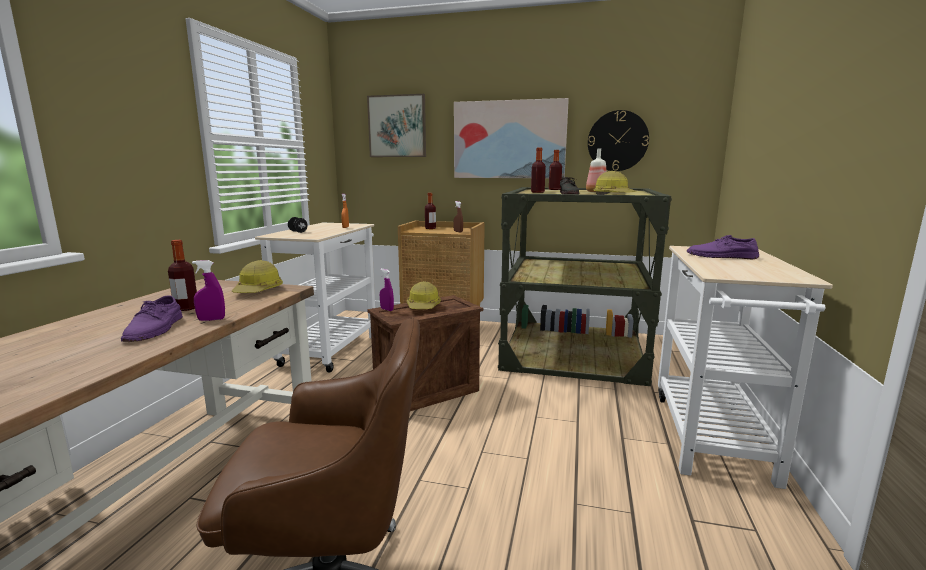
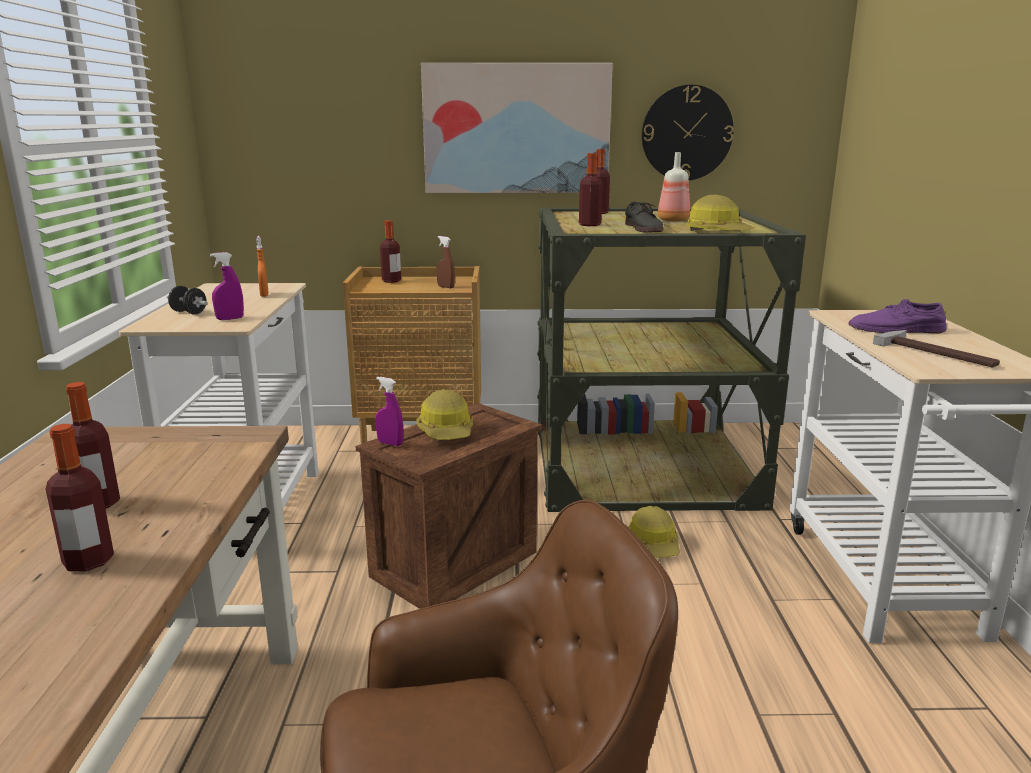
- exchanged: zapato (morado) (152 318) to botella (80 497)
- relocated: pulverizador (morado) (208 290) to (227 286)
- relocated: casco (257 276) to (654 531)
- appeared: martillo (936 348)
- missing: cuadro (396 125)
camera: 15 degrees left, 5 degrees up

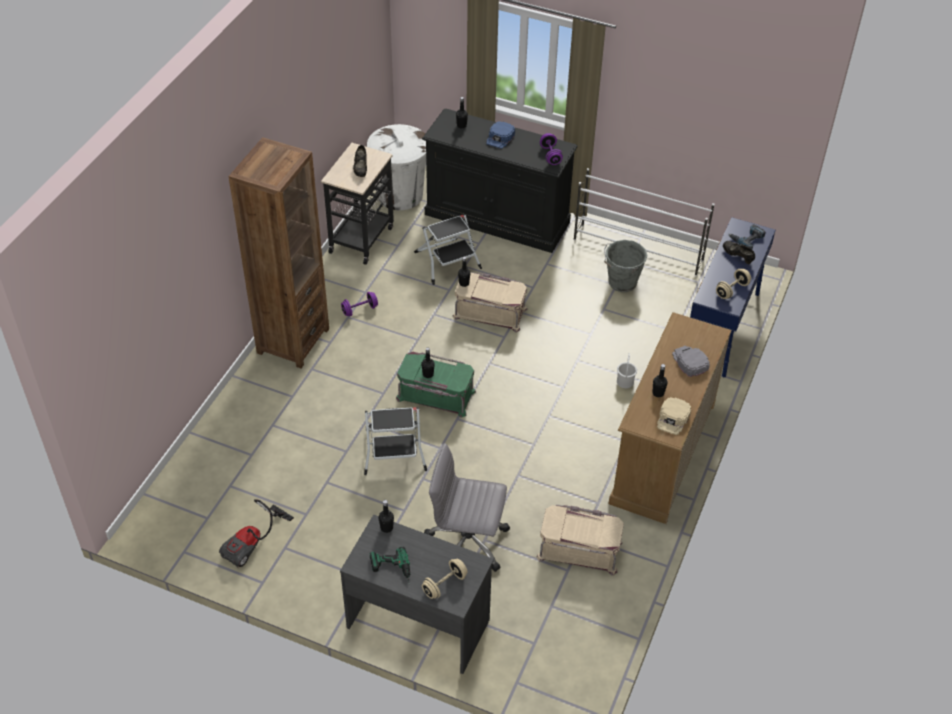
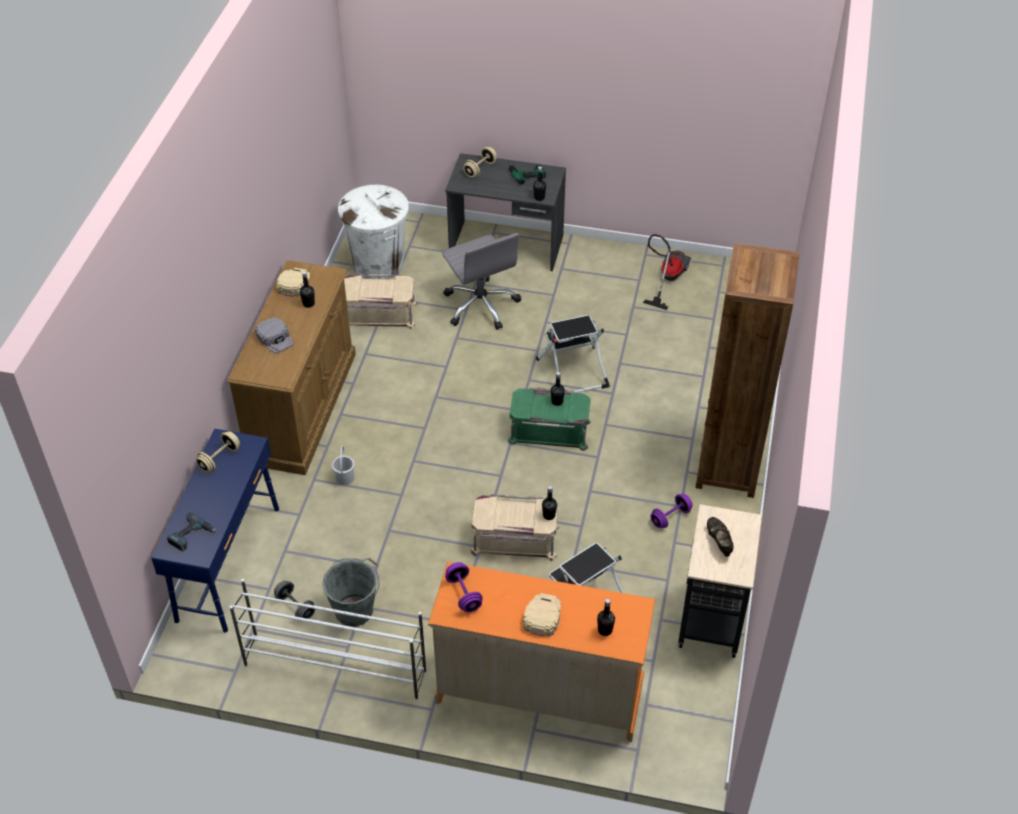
- appeared: mancuerna (gris) (294 600)
- relocated: papelera (blanco) (396 167) to (373 232)
- colour: armario (negro) (500 180) to armario (naranja) (541 652)
- spun: silla de oficina (gris) (467 507) = (481 281) 60 degrees clockwise
- colour: gorra (azul) (500 135) to gorra (beis) (542 614)
- missing: zapato (negro) (739 252)
camera: 170 degrees right, 0 degrees up

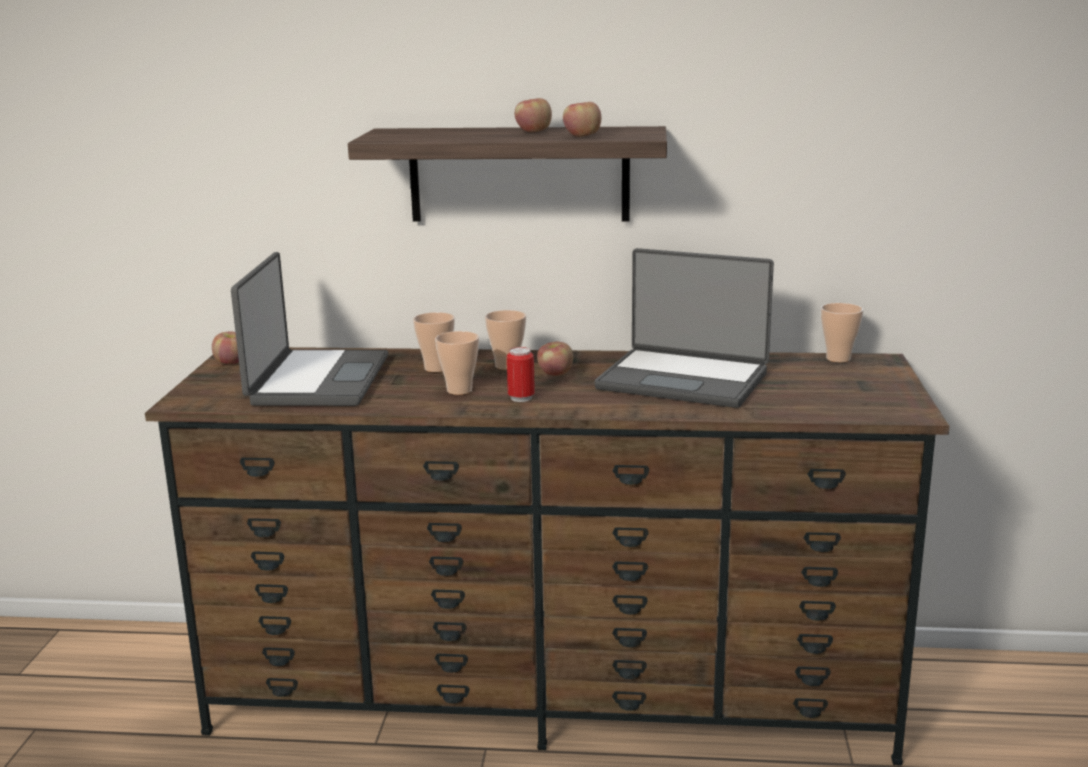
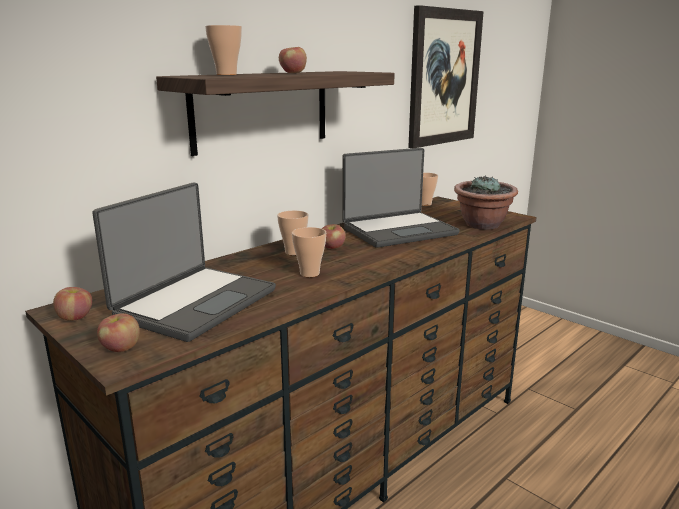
- spun: portátil (309 329) = (184 262) 75 degrees clockwise
- relocated: manzana (582 119) to (118 332)
- relocated: taza (434 342) to (223 50)
- appeared: cuadro (446 76)
- appeared: planta en maceta (486 203)
- missing: lata (521 374)
camera: 50 degrees left, 0 degrees up

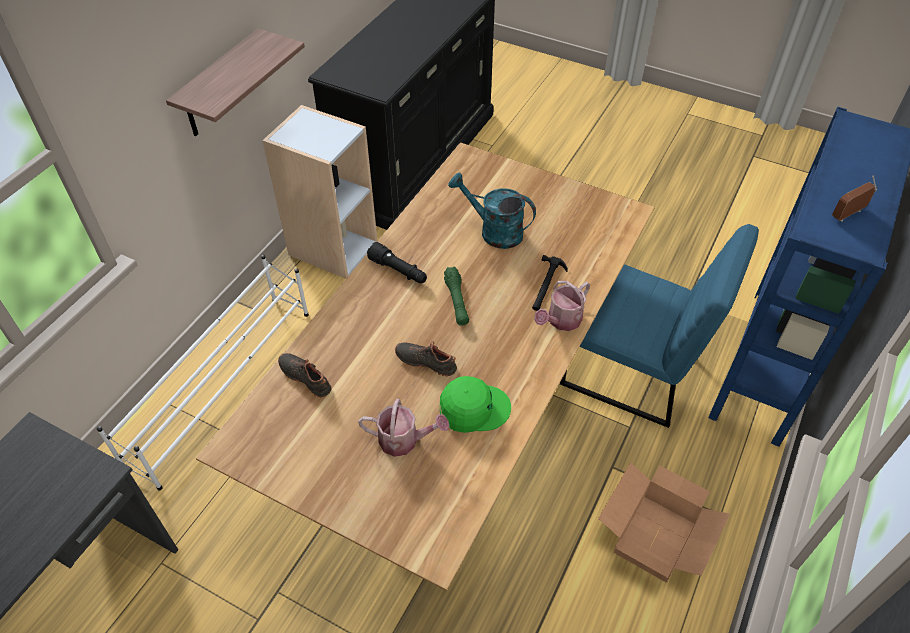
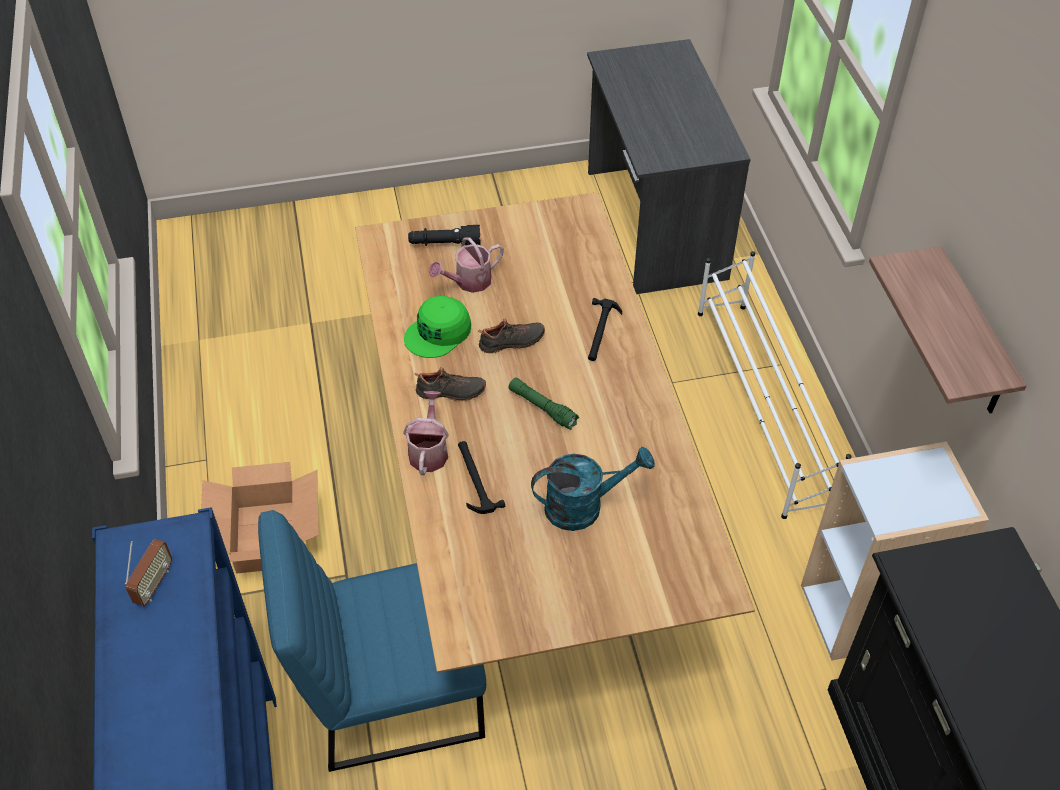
- relocated: linterna (negro) (397 262) to (444 235)
- relocated: zapato (negro) (305 375) to (450 384)
- appeared: martillo (605 329)
camera: 140 degrees right, 0 degrees up

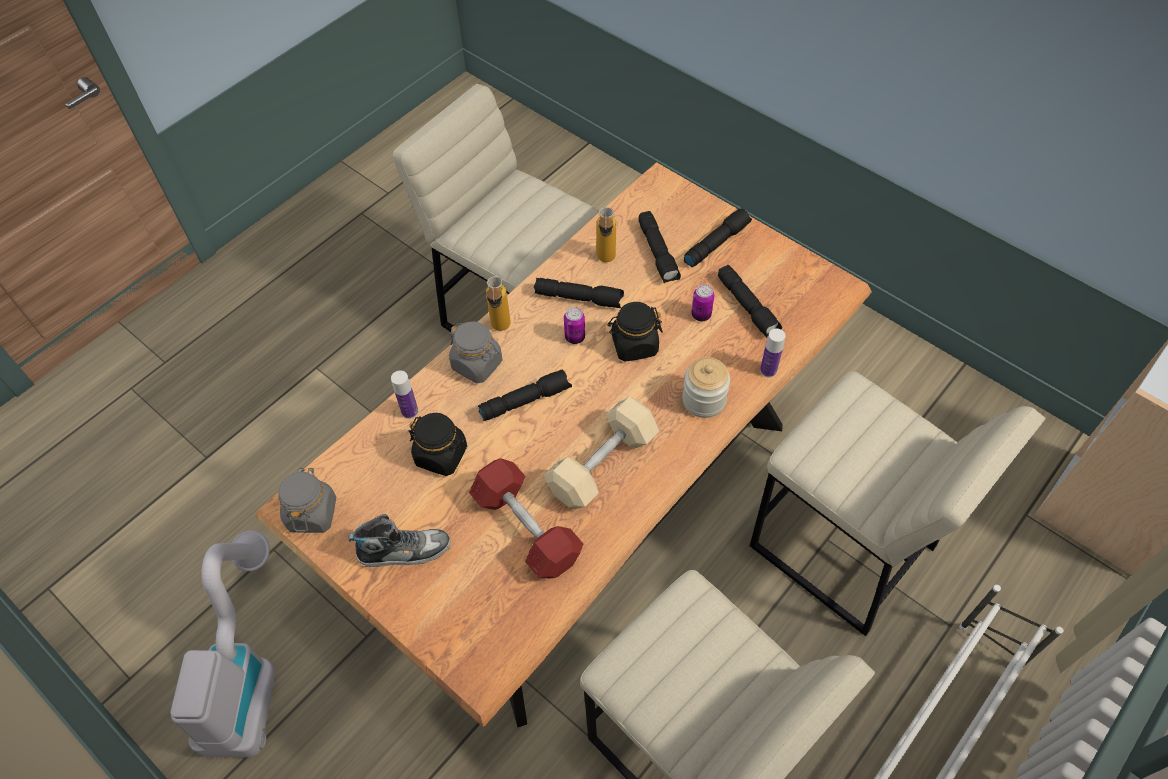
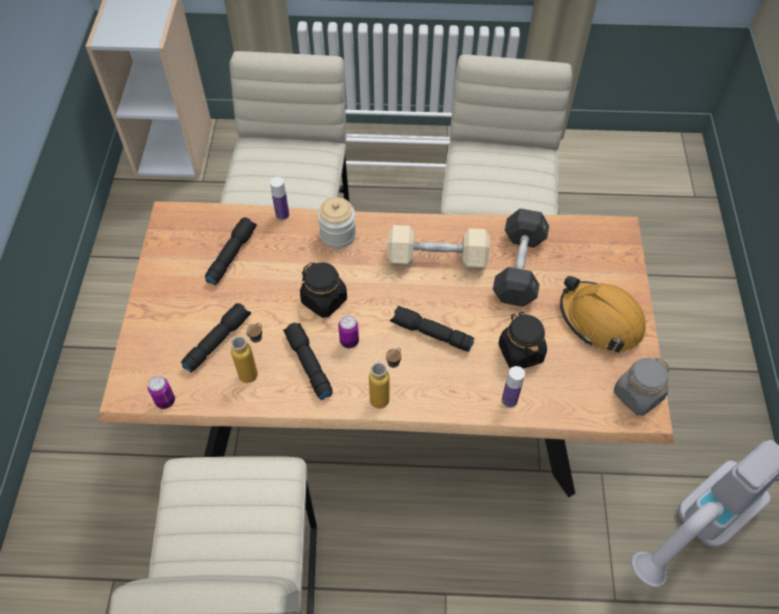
- relocated: lata (702 302) to (161 392)
- colour: mancuerna (rojo) (526 518) to mancuerna (gris) (521 257)
- exchanged: zapato (400 540) to casco (naranja) (603 314)
- missing: tarro (gris) (475 352)
- missing: linterna (negro) (718 238)
camera: 130 degrees left, 0 degrees up

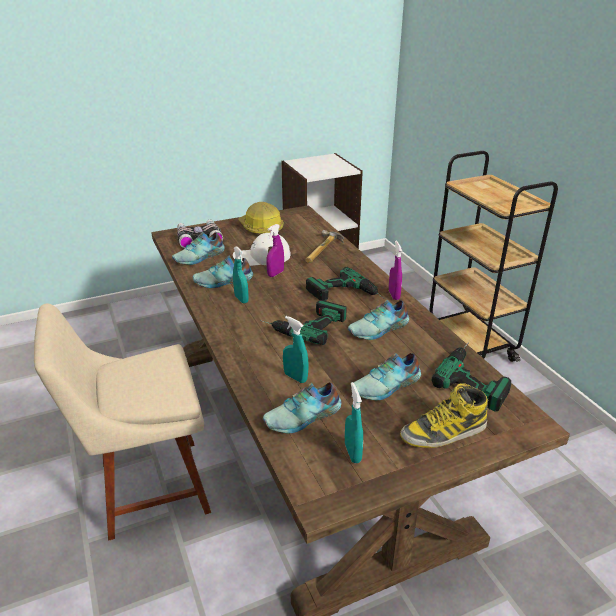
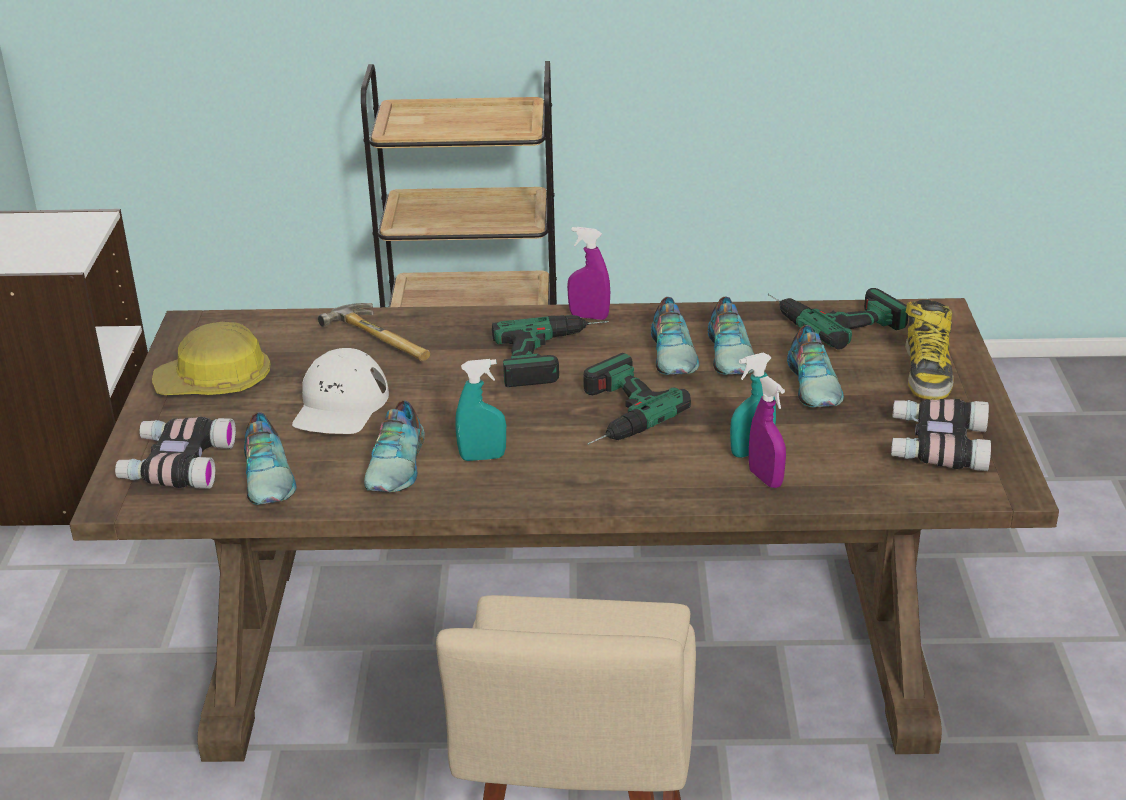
- relocated: zapato (302 408) to (731 336)
- relocated: pulverizador (morado) (275 250) to (767 432)
- exchanged: pulverizador (turquesa) (354 422) to prismáticos (941 435)
camera: 65 degrees left, 0 degrees up

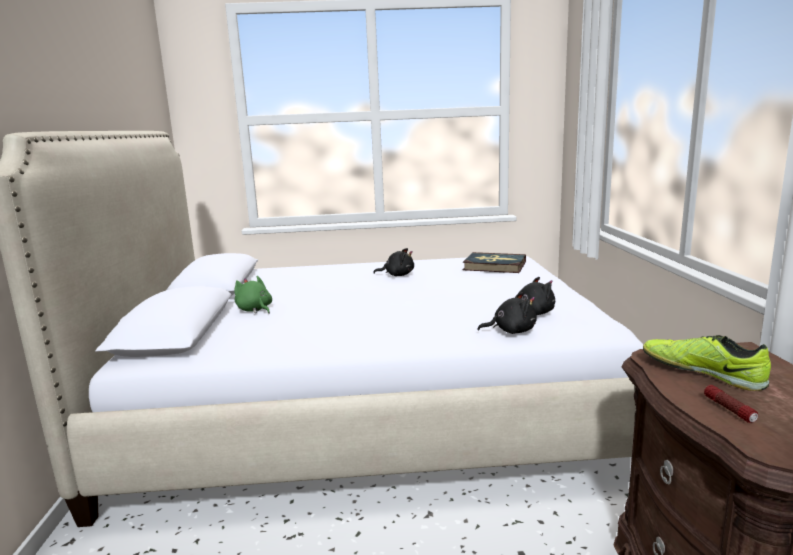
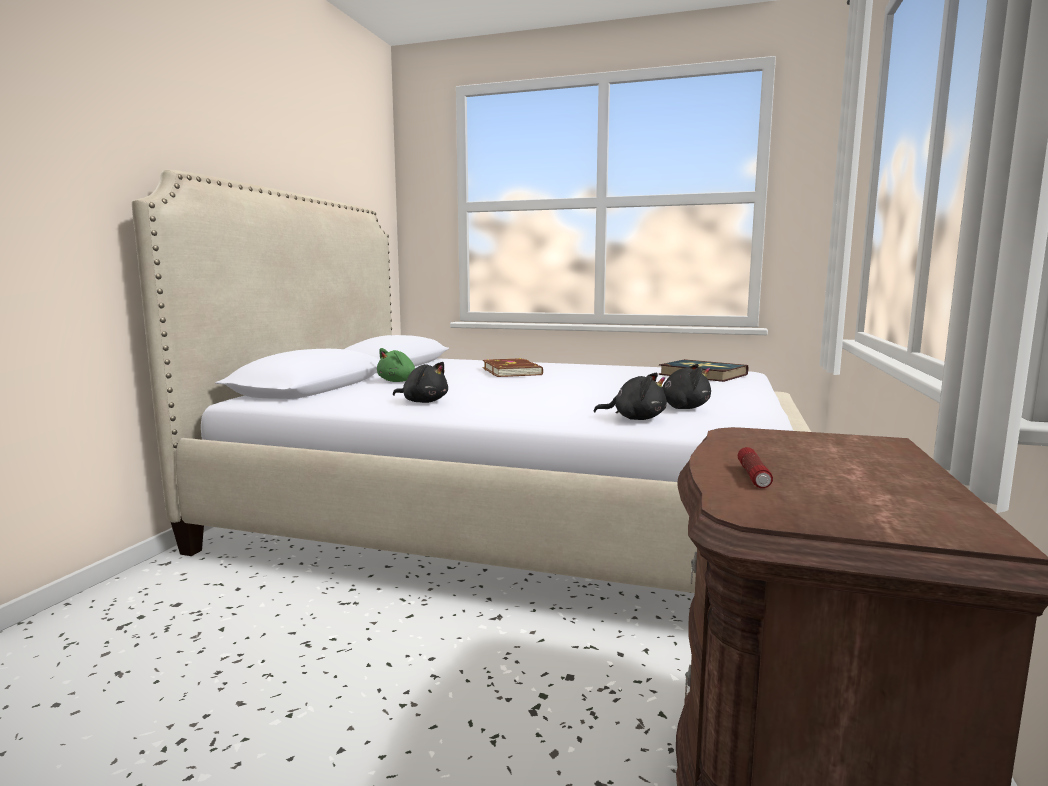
- spun: peluche (verde) (253 295) = (396 365) 120 degrees counterclockwise
- relocated: peluche (negro) (393 262) to (420 382)
- appeared: libro (marrón) (513 367)
- missing: zapato (707 363)
camera: 20 degrees right, 5 degrees down

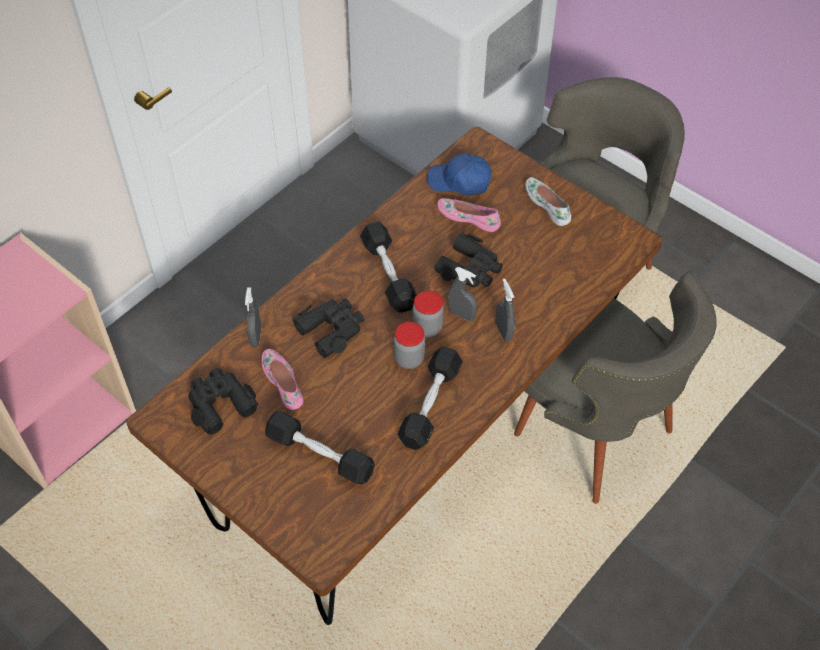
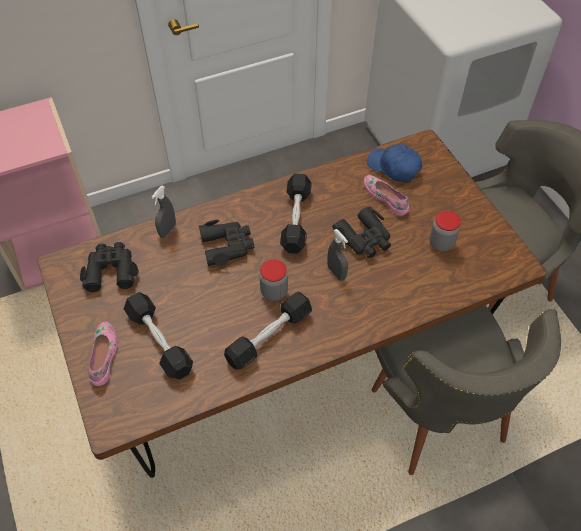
- relocated: zapato (rosa) (282 379) to (102 354)
- relocated: tarro (428 314) to (445 231)
- missing: pulverizador (gris) (505 310)
- missing: zapato (blanco) (548 201)
camera: 25 degrees right, 0 degrees up

